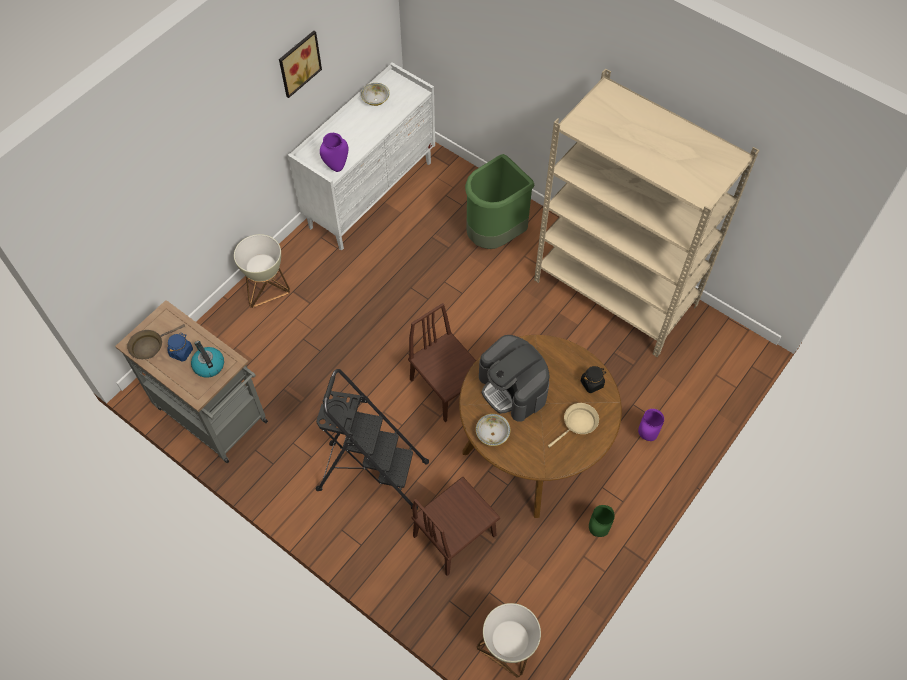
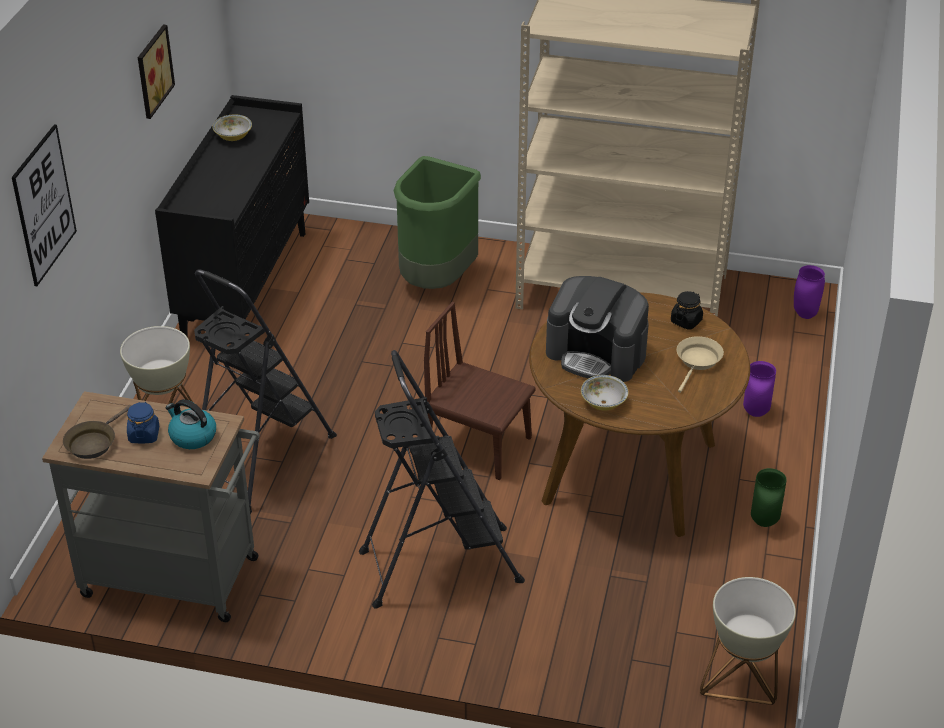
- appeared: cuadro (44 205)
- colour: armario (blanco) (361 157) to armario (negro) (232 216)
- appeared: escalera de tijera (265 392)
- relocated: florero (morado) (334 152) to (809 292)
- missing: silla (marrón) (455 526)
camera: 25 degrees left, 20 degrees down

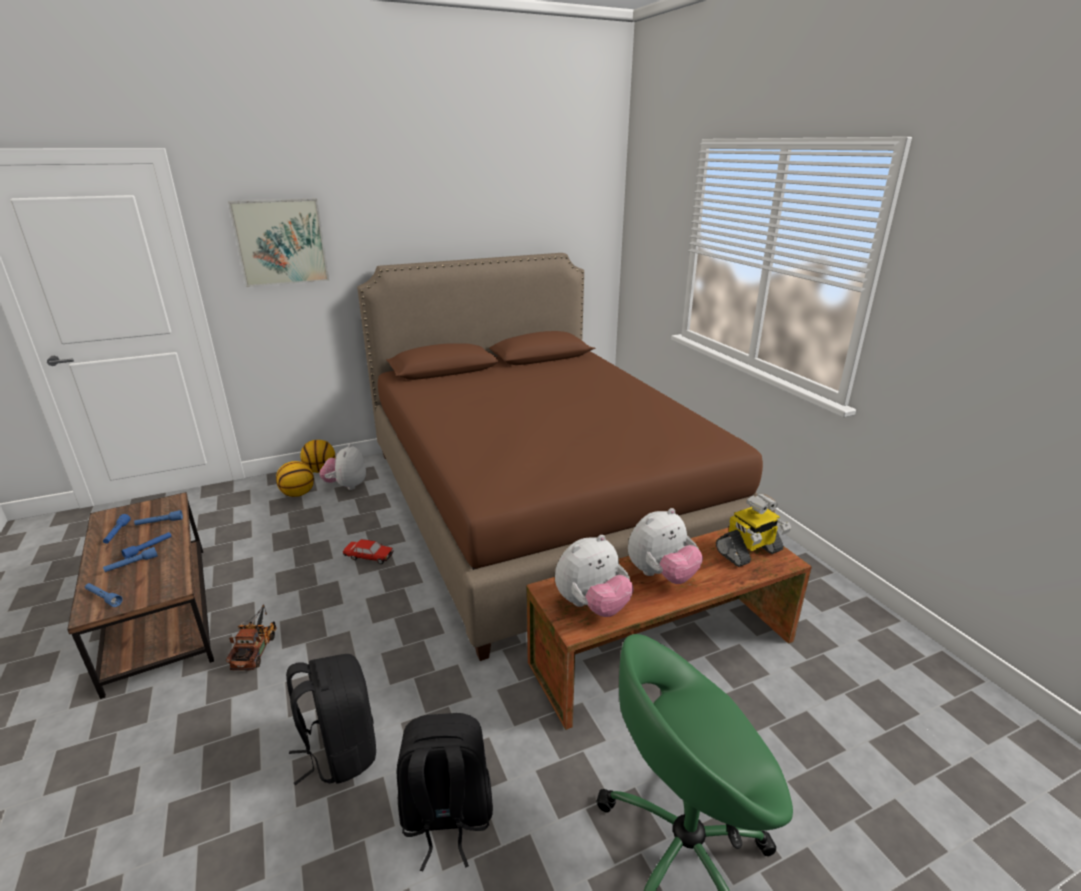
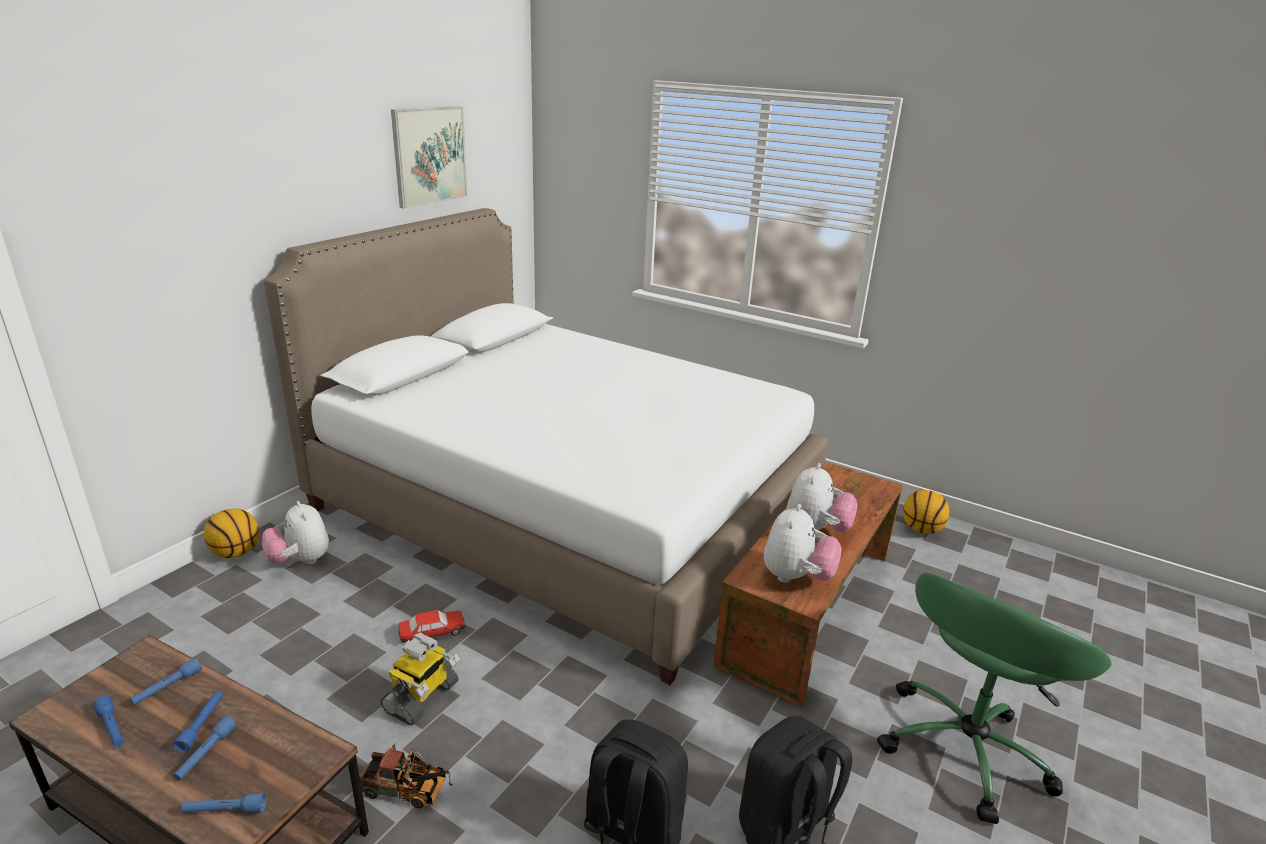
- colour: cama (marrón) (566 457) to cama (blanco) (546 446)
- spun: camión de juguete (251 637) = (406 776) 135 degrees clockwise
- relocated: robot de juguete (753 530) to (420 679)
- relocated: cuadro (278 242) to (429 157)
- relocated: balón de baloncesto (295 479) to (926 512)
camera: 35 degrees left, 0 degrees up

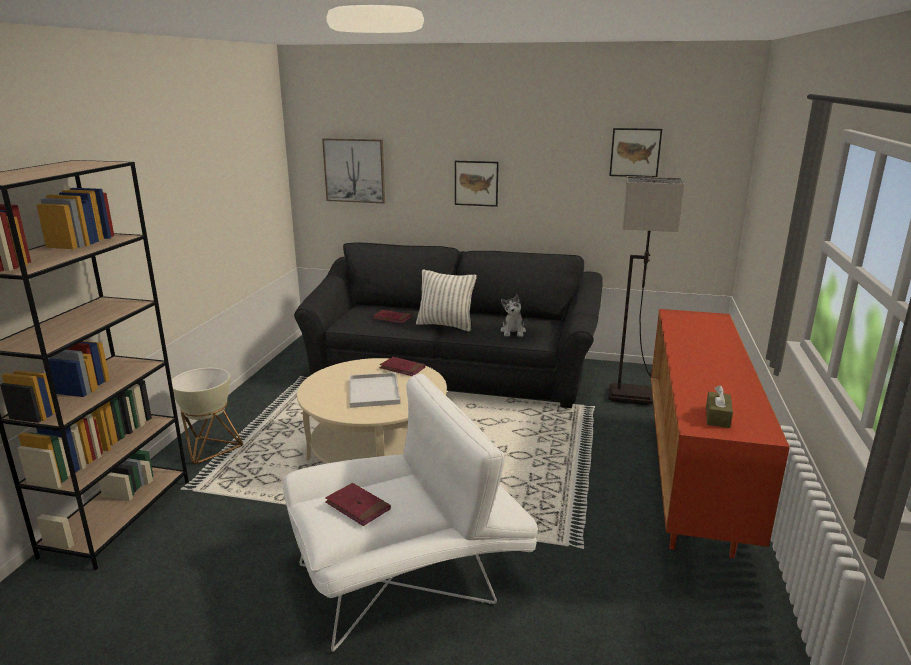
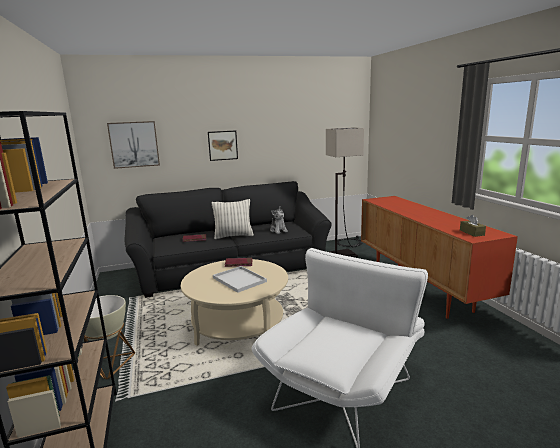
- missing: libro (rojo) (358 504)
- missing: cuadro (635 152)
camera: 30 degrees left, 5 degrees down

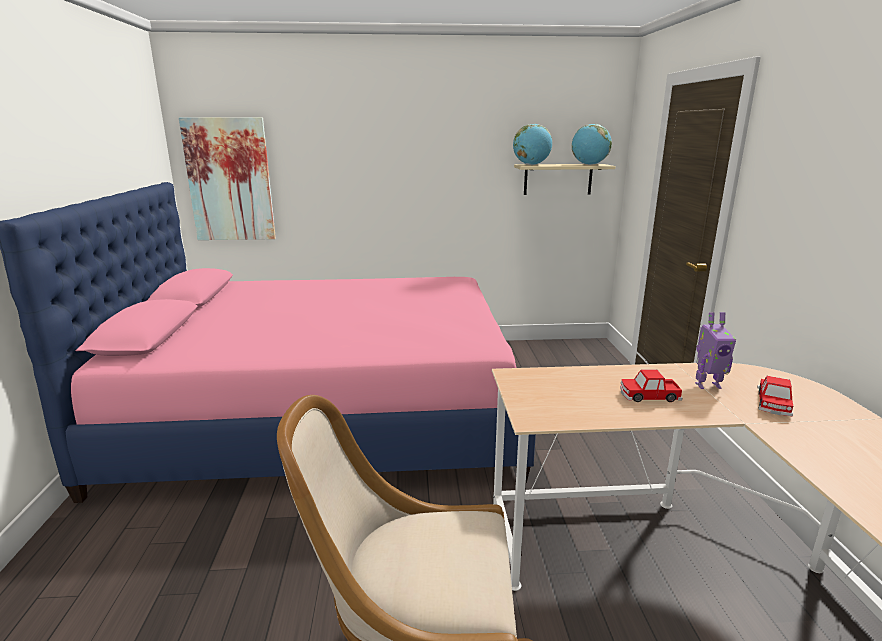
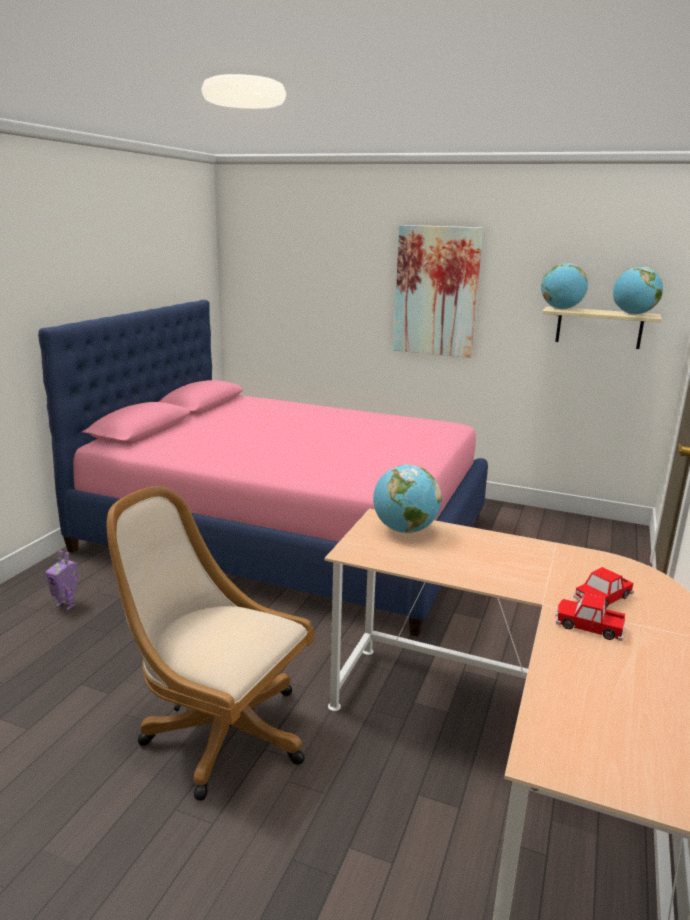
- relocated: robot de juguete (715 350) to (62 580)
- appeared: globo terráqueo (407 499)
- relocated: cuadro (227 178) to (438 291)
- relocated: coche de juguete (651 385) to (590 617)
camera: 25 degrees right, 0 degrees up

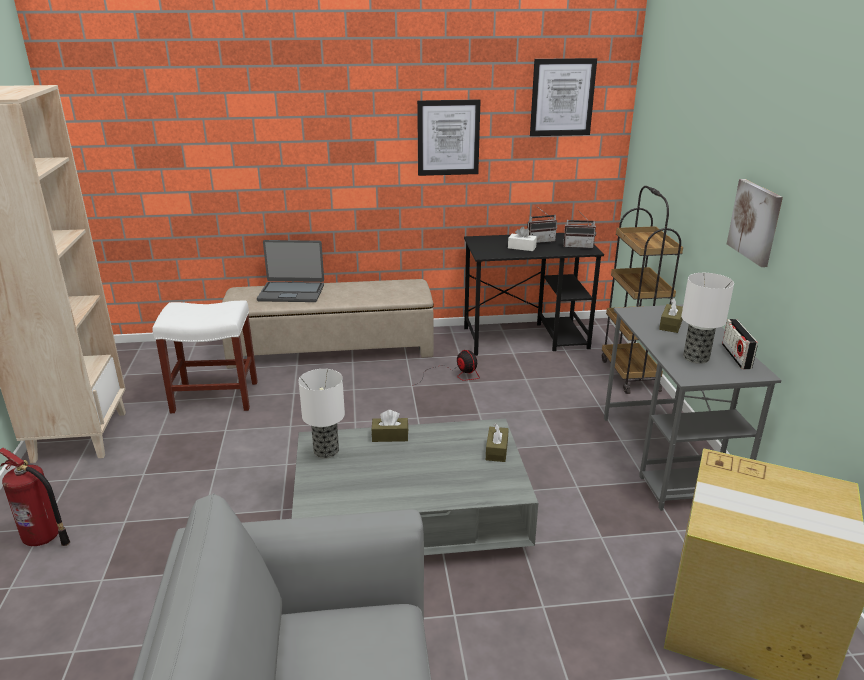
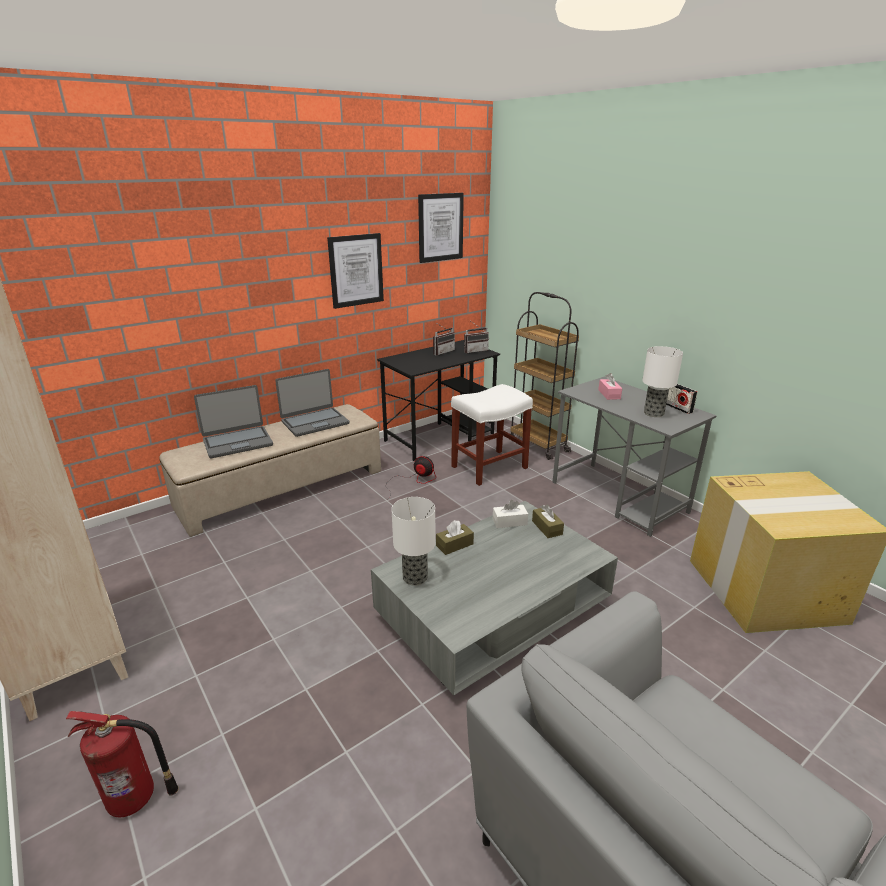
- appeared: portátil (312 403)
- relocated: taburete (blanco) (205 357) to (492 435)
- relocated: caja de pañuelos (blanco) (522 239) to (510 514)
- colour: caja de pañuelos (marrón) (671 315) to caja de pañuelos (rosa) (610 386)
- missing: cuadro (755 223)
camera: 30 degrees left, 0 degrees up

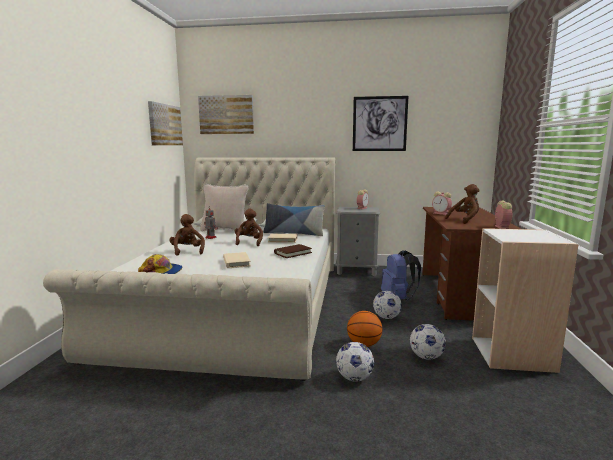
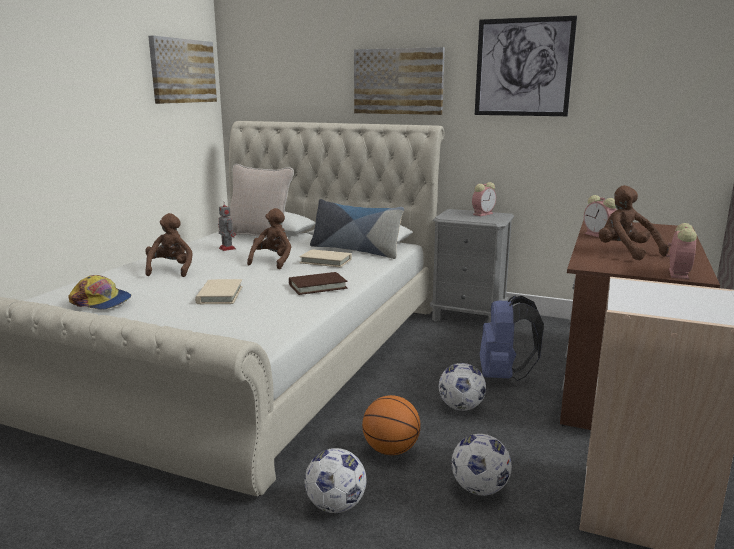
- relocated: cuadro (226 114) to (399 81)
- spun: peluche (marrón) (462 204) = (634 222) 105 degrees counterclockwise
camera: 15 degrees right, 5 degrees up

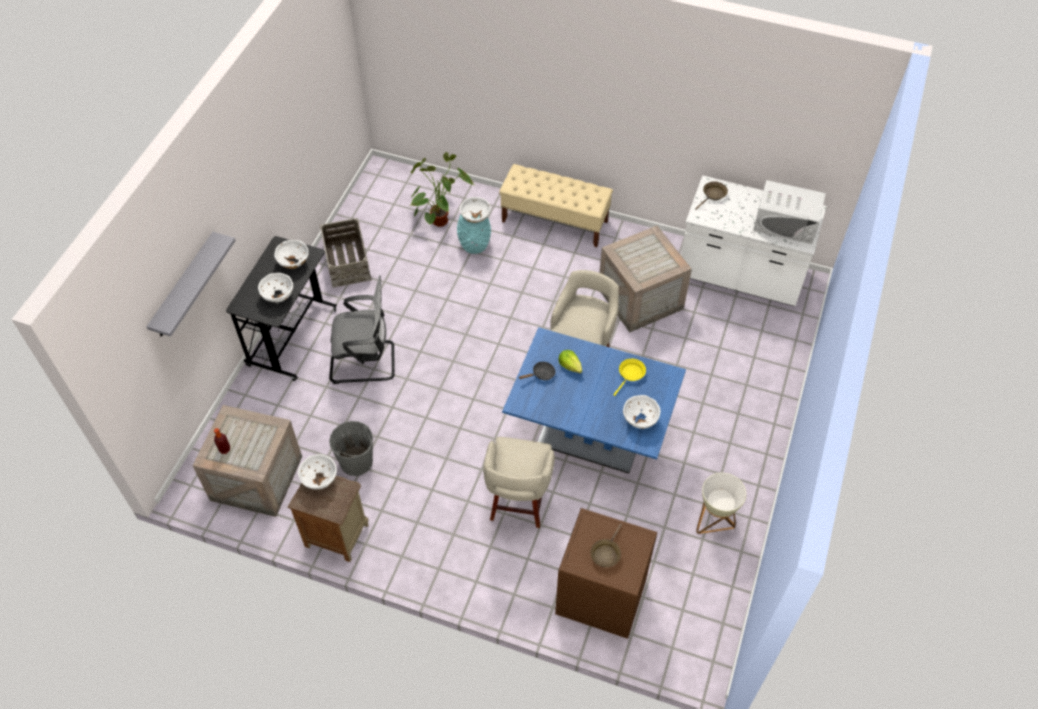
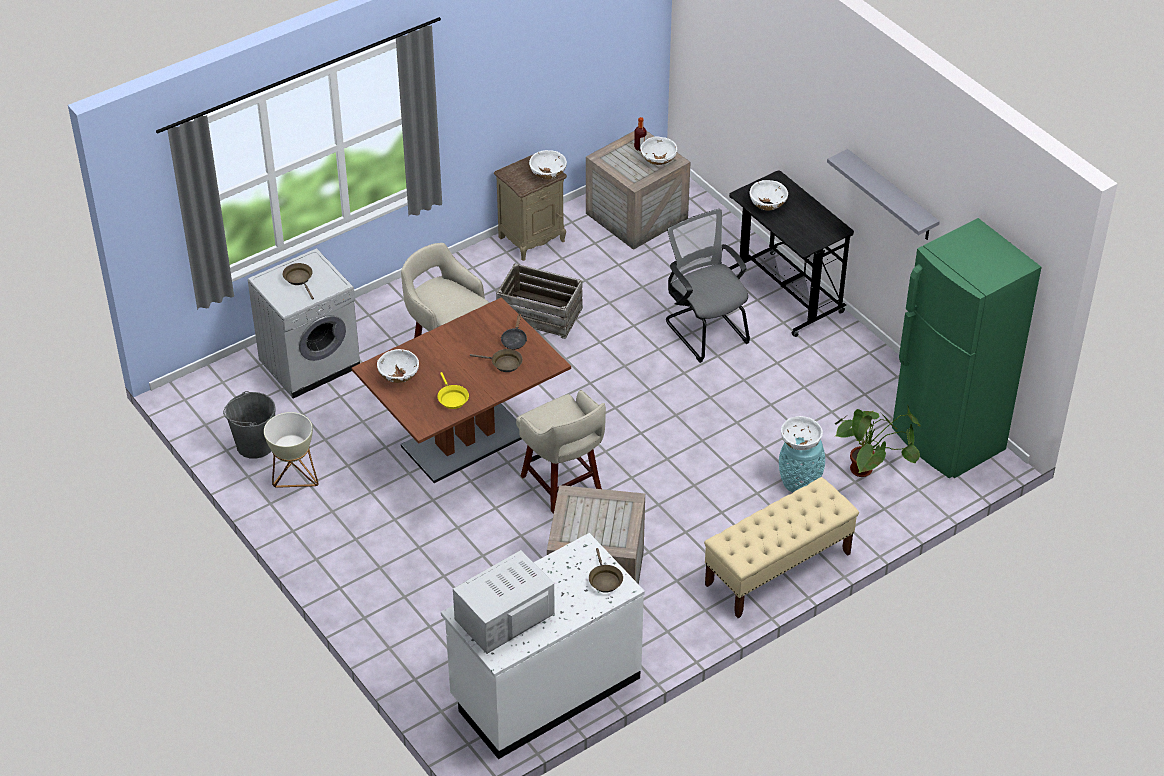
- relocated: cubo (gris) (351 448) to (249 425)
- colour: lavadora (marrón) (606 573) to lavadora (blanco) (304 323)
- colour: mesa de comedor (azul) (594 400) to mesa de comedor (marrón) (461 390)
- exchanged: lechuga (570 361) to sartén (marrón) (496 360)
- relocated: caja de embalaje (346 253) to (539 301)
- relocated: cuenco (blanco) (291 254) to (658 151)
- spun: silla (362 329) = (708 286) 120 degrees clockwise
- relocated: estante (gris) (191 284) to (883 194)
- appeared: nevera (verde) (967 348)
camera: 125 degrees right, 10 degrees down

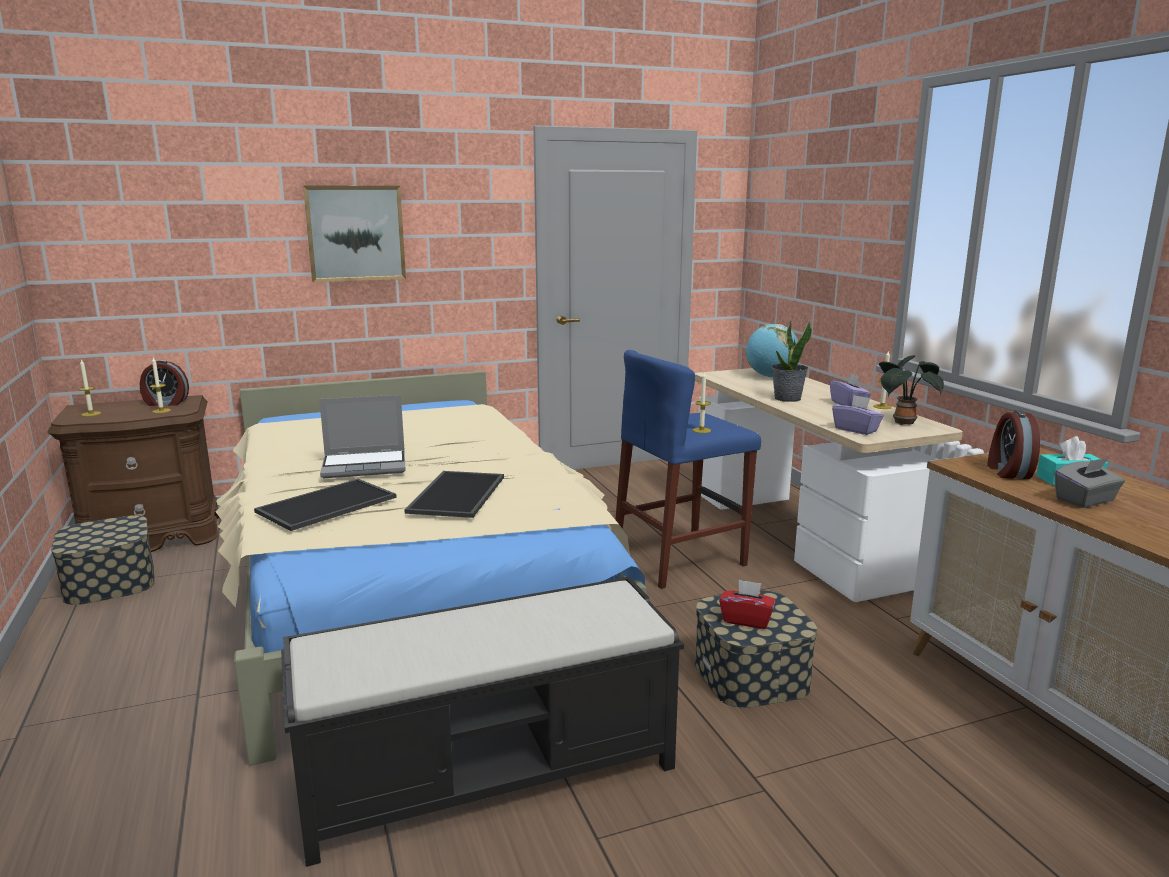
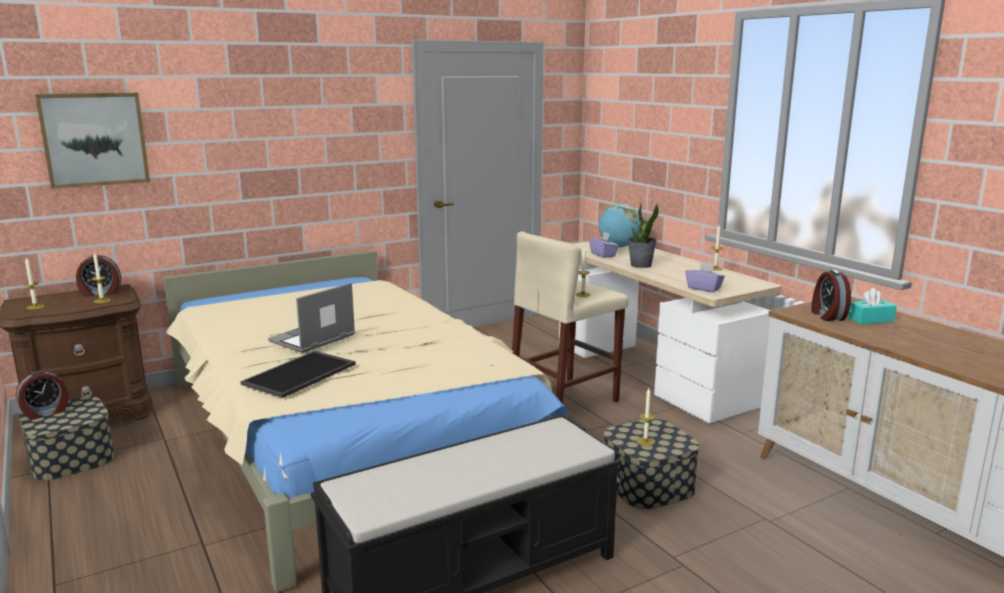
- appeared: despertador (42 395)
- relocated: cuadro (354 233) to (92 141)
- spun: portátil (362 436) = (311 318) 150 degrees clockwise
- colour: taburete (azul) (687 469) to taburete (beis) (570 317)
- relocated: caja de pañuelos (morado) (850 389) to (604 245)
- exchanged: caja de pañuelos (rojo) (747 604) to vela (646 417)
- missing: bandeja (454 494)
- missing: planta en maceta (911 390)
- missing: caja de pañuelos (gris) (1090 483)
camera: 10 degrees left, 0 degrees up

